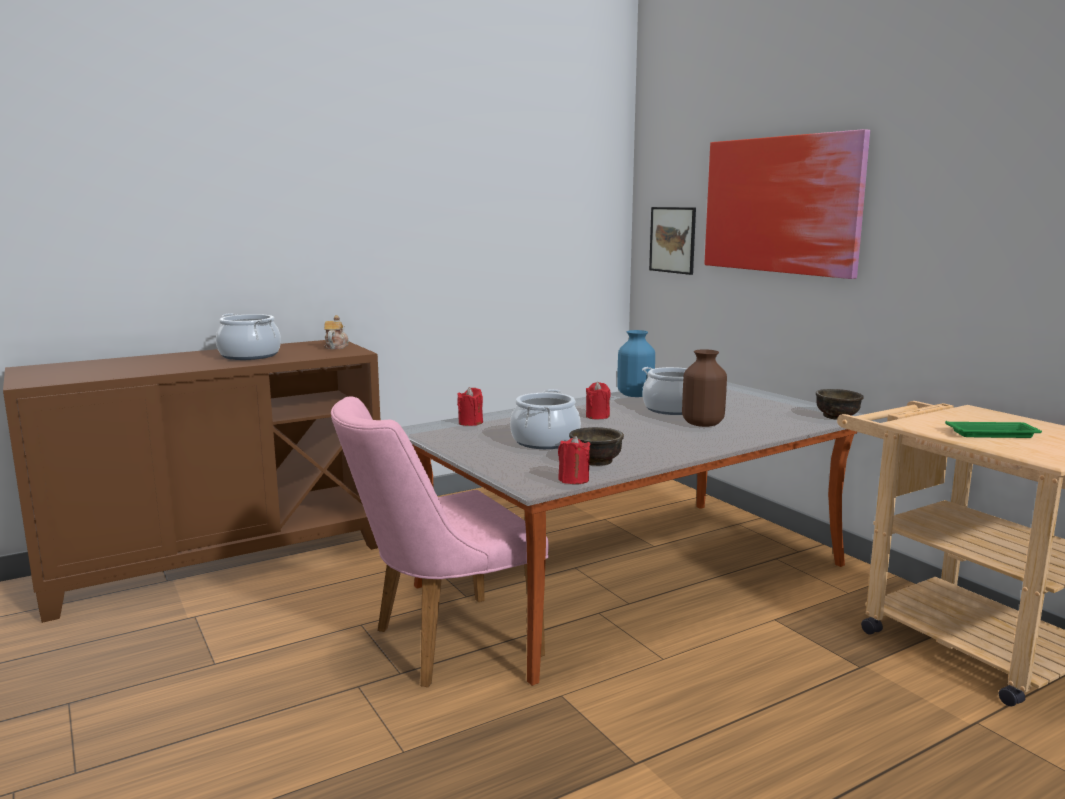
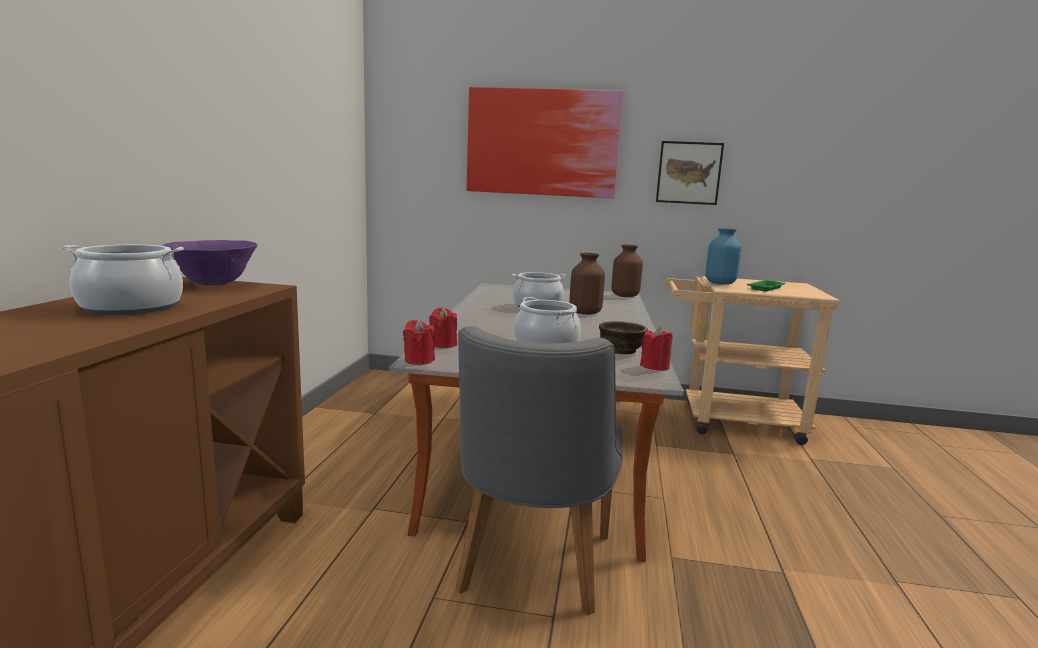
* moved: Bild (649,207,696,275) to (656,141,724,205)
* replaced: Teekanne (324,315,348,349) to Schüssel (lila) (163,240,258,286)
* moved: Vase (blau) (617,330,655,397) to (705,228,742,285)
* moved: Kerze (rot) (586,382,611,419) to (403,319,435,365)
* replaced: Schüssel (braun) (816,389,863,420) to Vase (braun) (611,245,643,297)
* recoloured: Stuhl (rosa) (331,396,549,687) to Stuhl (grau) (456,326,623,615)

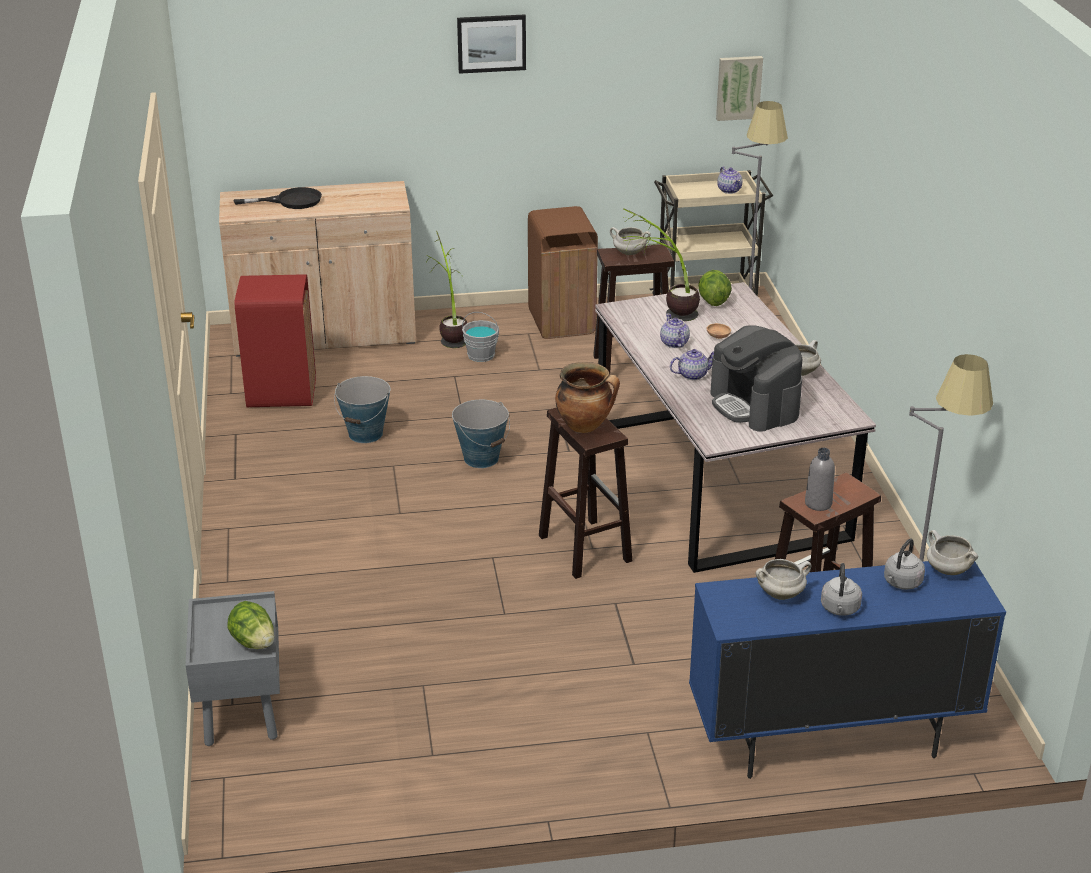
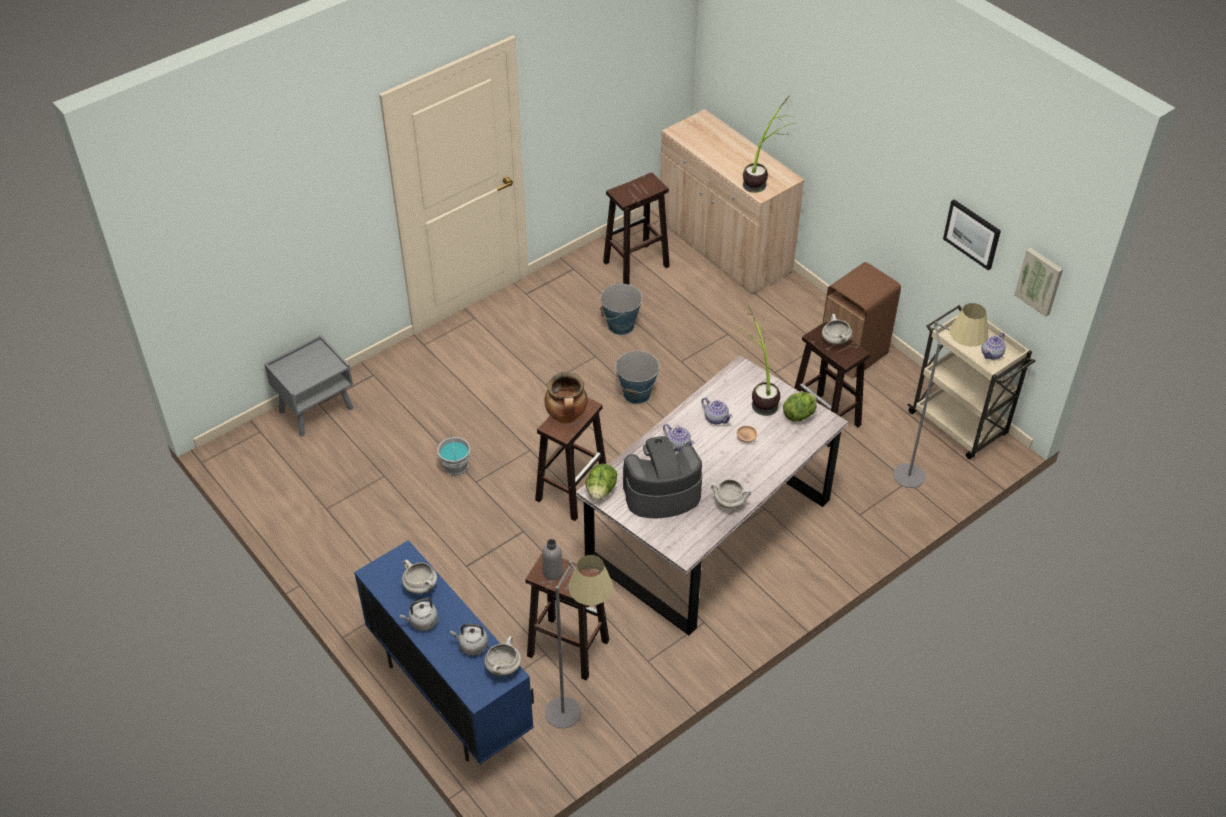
* moved: Bild (457,14,526,74) to (943,200,1001,270)
* removed: Pfanne (schwarz) (234,187,322,209)
* moved: Topfpflanze (427,231,467,348) to (743,96,797,193)
* replaced: Mülleimer (rot) (235,274,316,407) to Hocker (braun) (603,172,670,285)
* moved: Eimer (grau) (462,312,499,362) to (437,432,470,476)
* turned: Teekanne (660,313,690,348) = (701,398,733,425) 90 degrees clockwise
* turned: Kaffeemaschine (710,325,803,432) = (623,436,702,518) 45 degrees clockwise
* moved: Salatkopf (227,601,274,649) to (585,464,618,501)

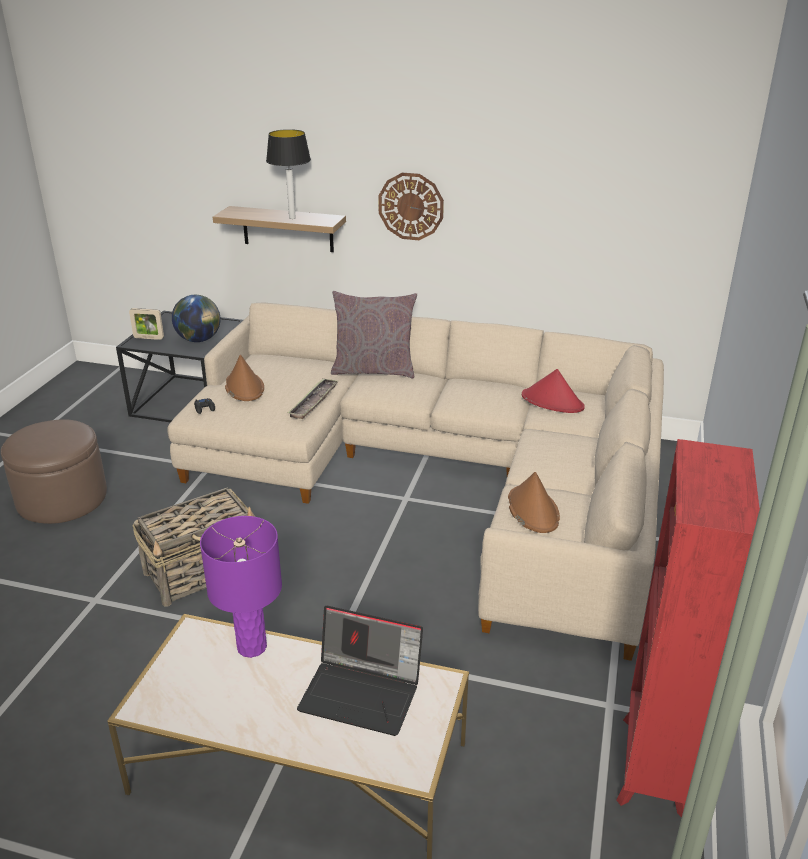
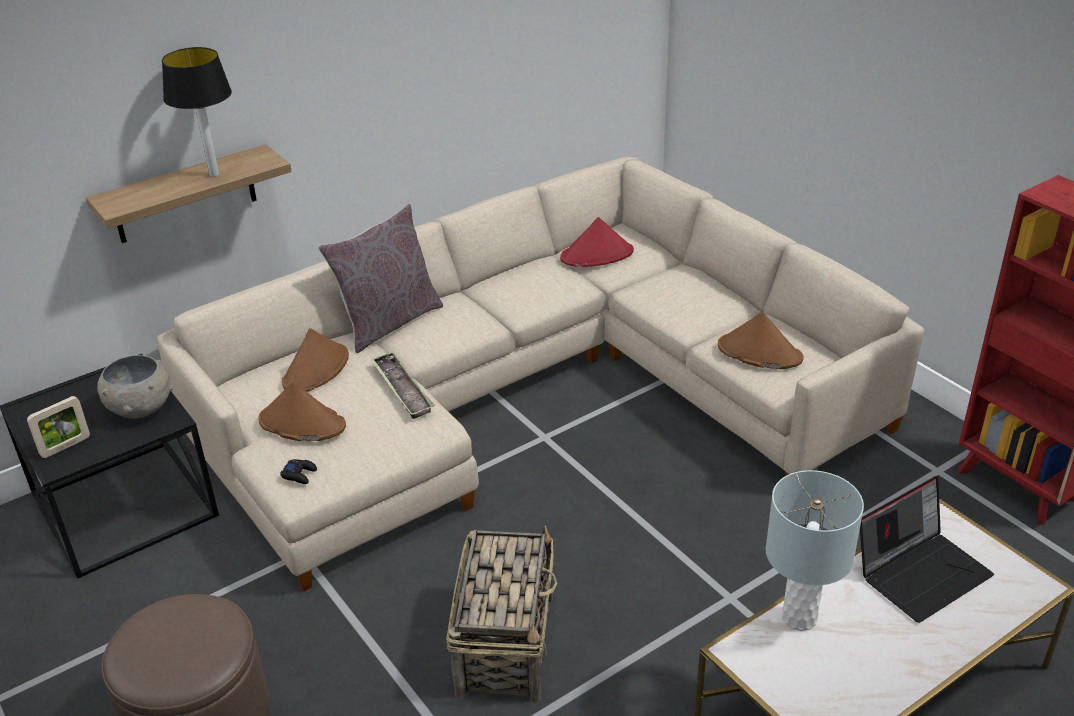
* removed: Wanduhr (378,173,444,240)
* replaced: Globus (172,295,220,342) to Schüssel (grau) (97,355,174,418)
* recoloured: Tischlampe (lila) (200,516,282,658) to Tischlampe (grau) (766,470,864,631)
* added: Hut (braun) (282,328,349,392)

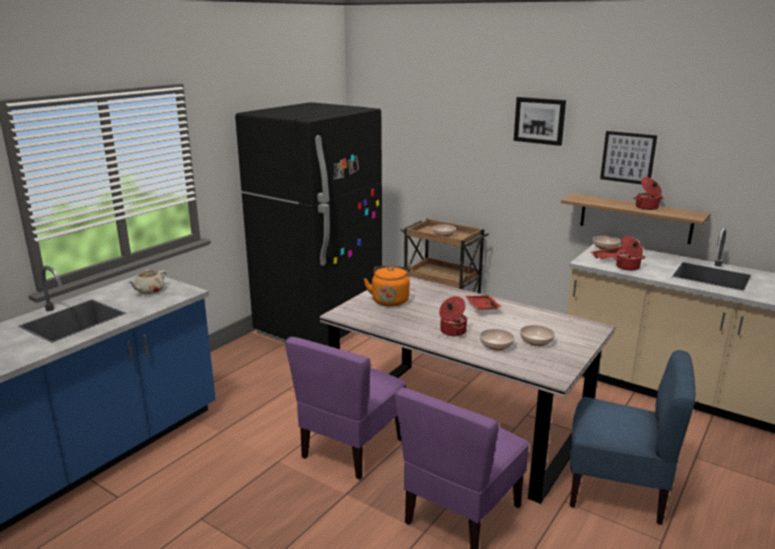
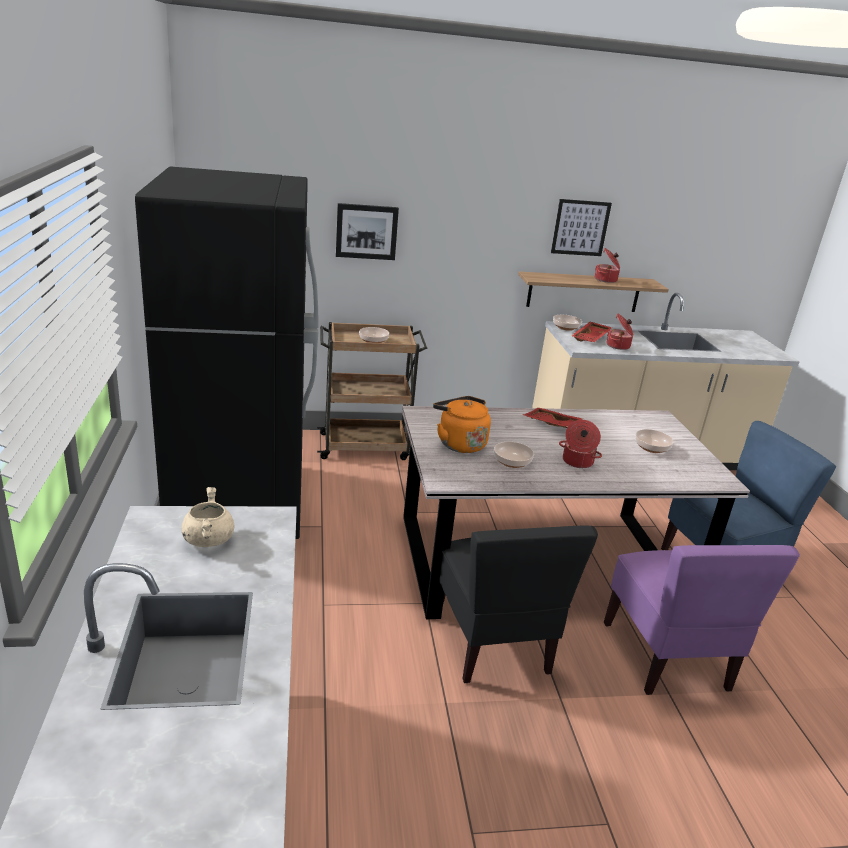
* moved: Bild (514,97,566,146) to (336,203,399,260)
* replaced: Teekanne (beige) (129,269,166,294) to Kochtopf (beige) (181,487,234,547)
* moved: Schüssel (480,329,515,350) to (494,442,534,468)
* recoloured: Stuhl (lila) (285,337,406,480) to Stuhl (schwarz) (439,526,598,683)

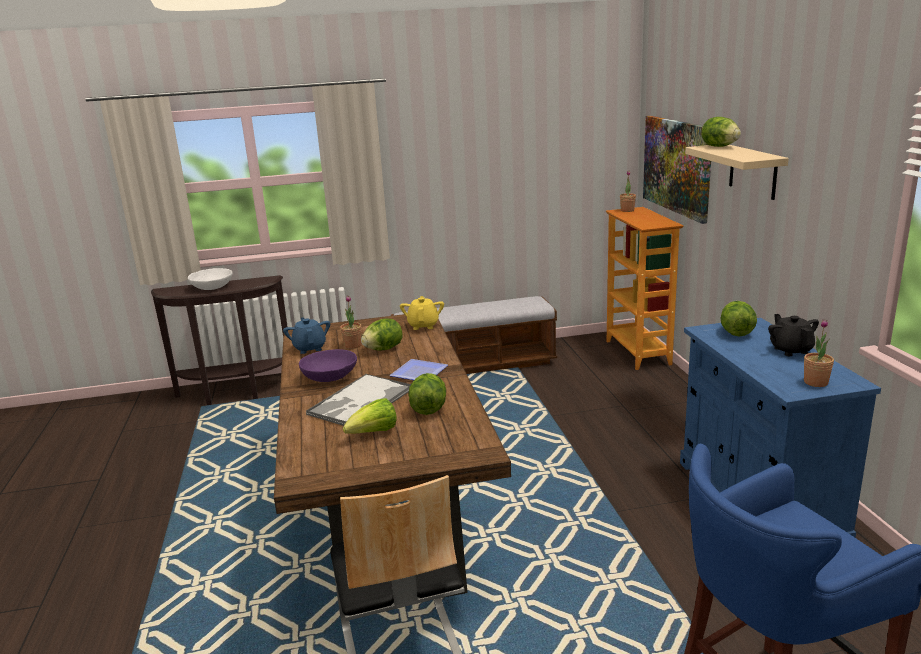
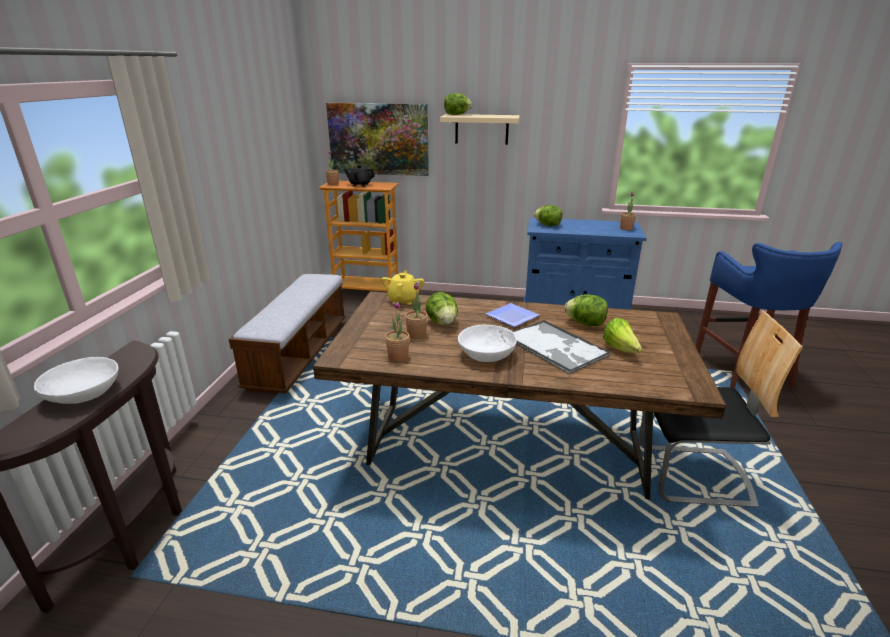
* turned: Teekanne (gelb) (400,296,444,330) = (381,271,424,305) 75 degrees clockwise
* moved: Teekanne (schwarz) (768,314,819,356) to (344,165,375,187)
* replaced: Teekanne (blau) (283,317,330,354) to Topfpflanze (385,302,410,361)
* recoloured: Schüssel (lila) (299,349,357,382) to Schüssel (weiß) (458,325,517,362)

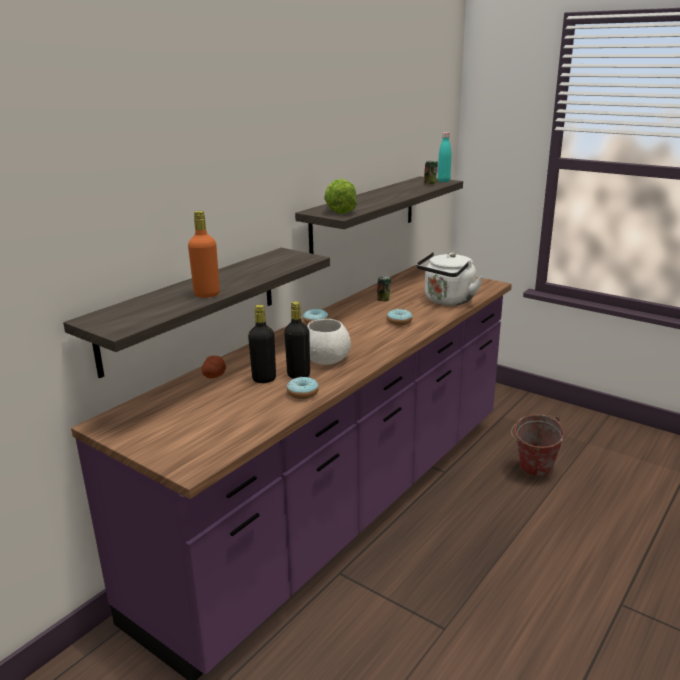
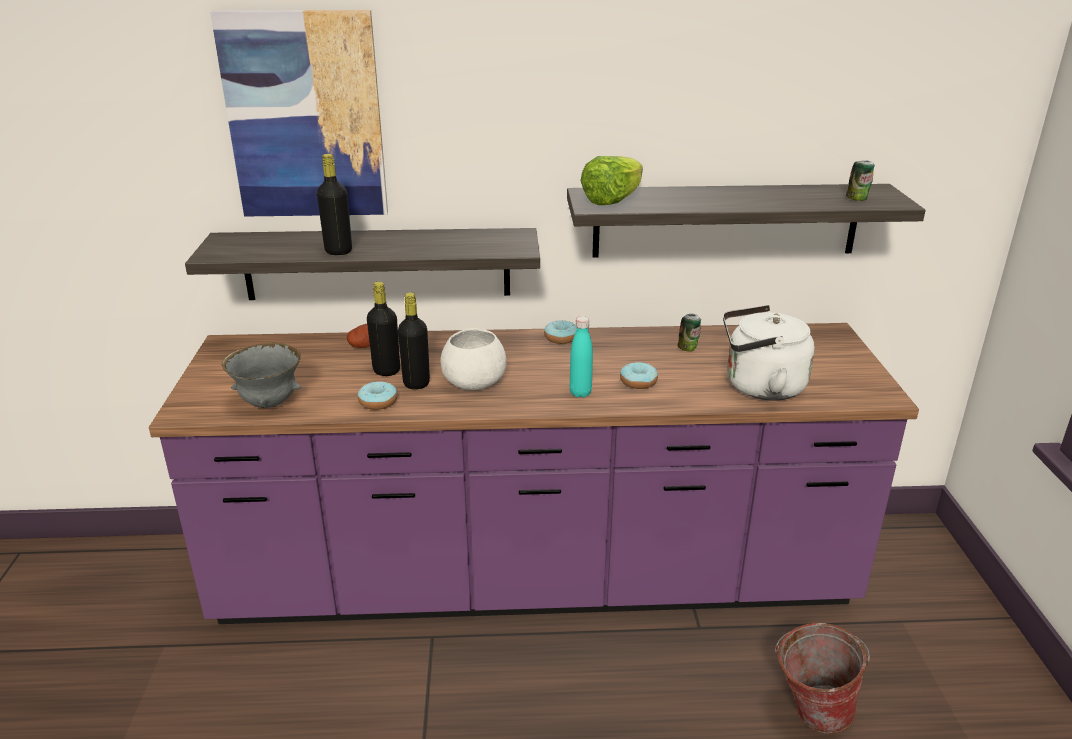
* moved: Flasche (türkis) (438,132,451,182) to (570,316,593,398)
* recoloured: Flasche (orange) (188,211,220,298) to Flasche (schwarz) (317,154,352,255)
* added: Bild (210,10,388,217)
* added: Schüssel (grau) (222,343,301,408)

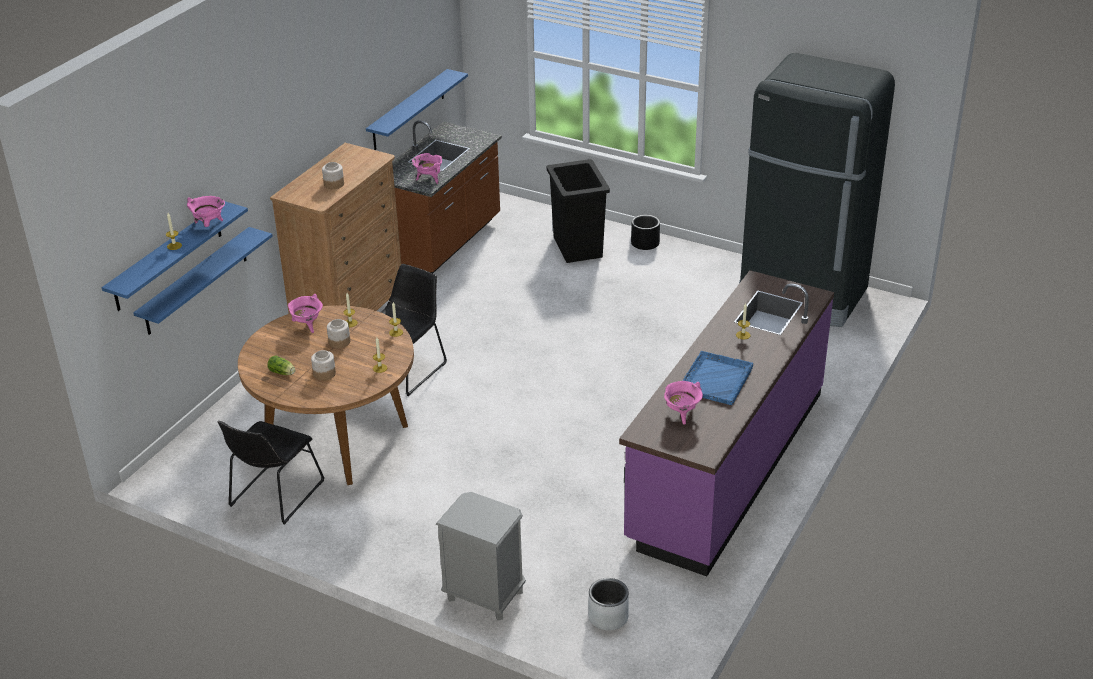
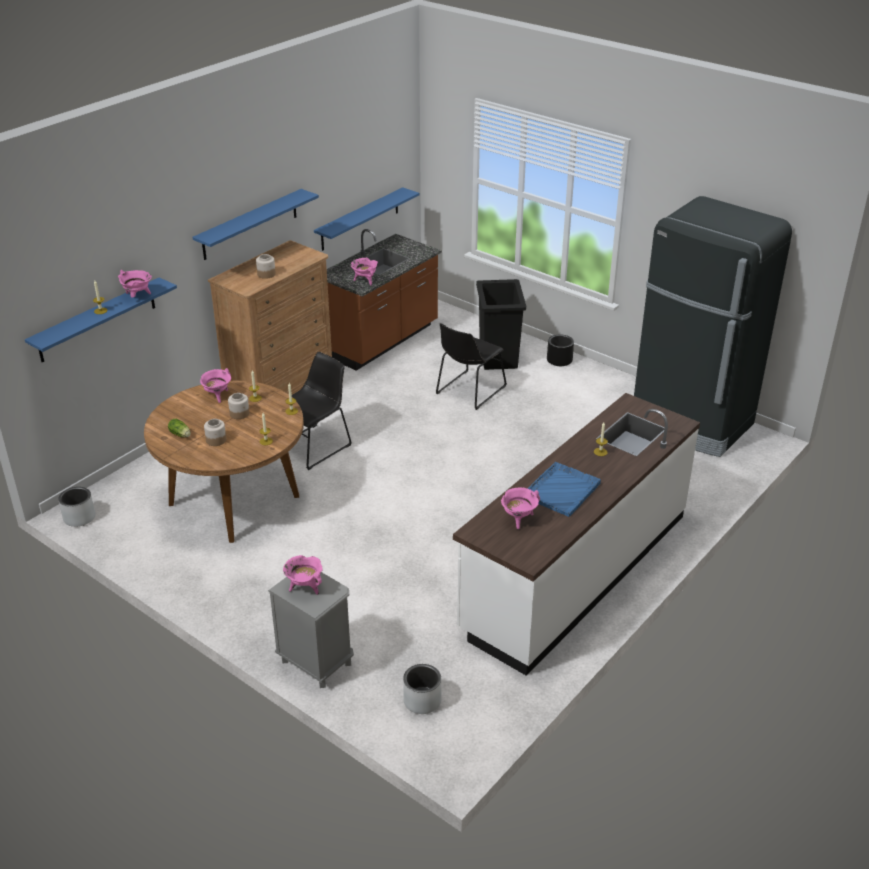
* moved: Wandregal (blau) (133,227,273,335) to (192,189,319,260)
* recoloured: Küchenzeile (lila) (619,270,834,576) to Küchenzeile (weiß) (453,393,700,676)
* moved: Stuhl (schwarz) (217,421,324,525) to (436,323,507,410)
* added: Pflanzkübel (grau) (58,487,95,527)
* added: Kochtopf (rosa) (283,555,323,595)

